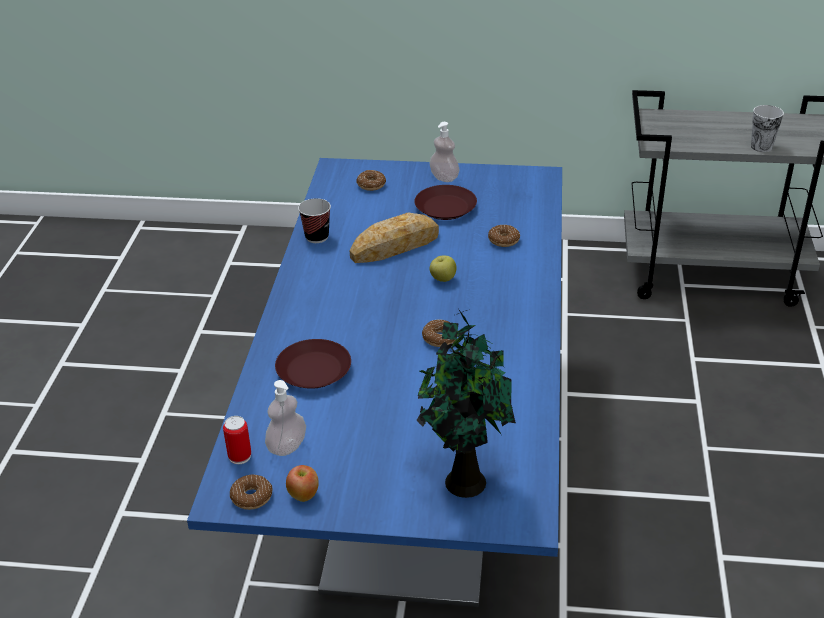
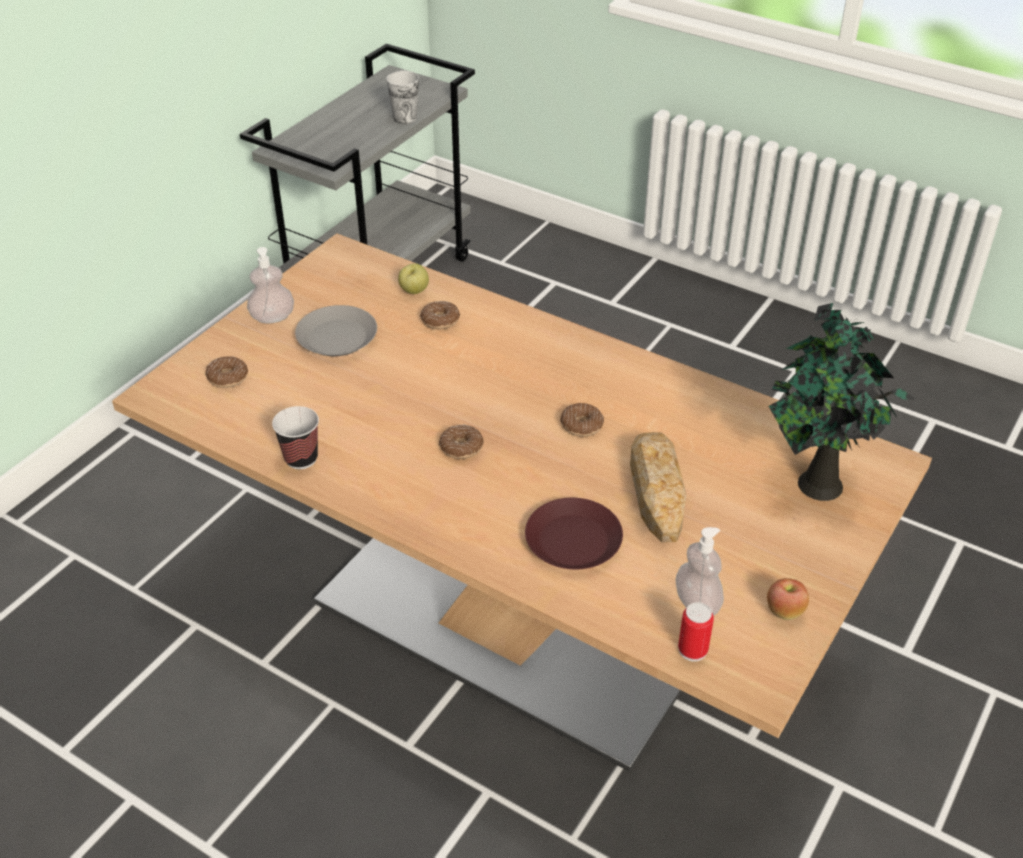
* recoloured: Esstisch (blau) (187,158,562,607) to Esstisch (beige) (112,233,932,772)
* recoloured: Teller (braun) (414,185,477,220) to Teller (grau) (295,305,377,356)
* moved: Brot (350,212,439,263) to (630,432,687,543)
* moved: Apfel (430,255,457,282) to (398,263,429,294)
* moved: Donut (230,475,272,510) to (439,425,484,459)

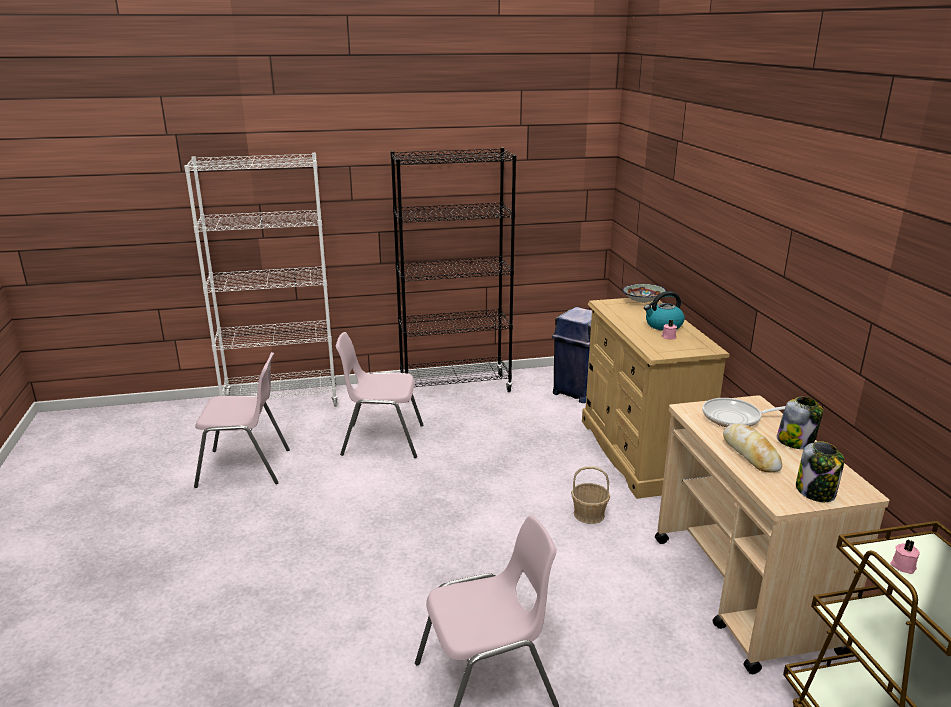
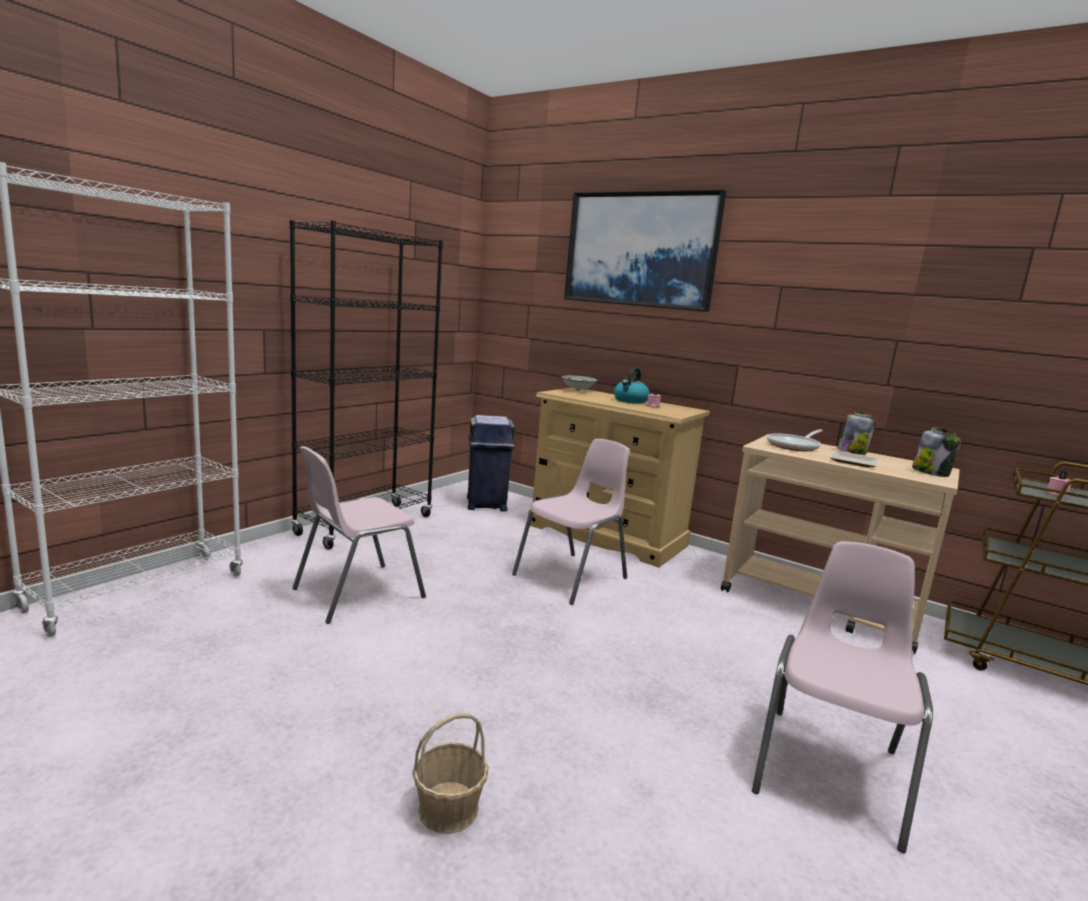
* moved: Stuhl (rosa) (194,352,290,488) to (512,439,630,605)
* replaced: Brot (723,424,782,473) to Teller (830,451,878,467)
* moved: Korb (571,466,610,524) to (412,713,489,834)
* added: Bild (564,189,726,312)

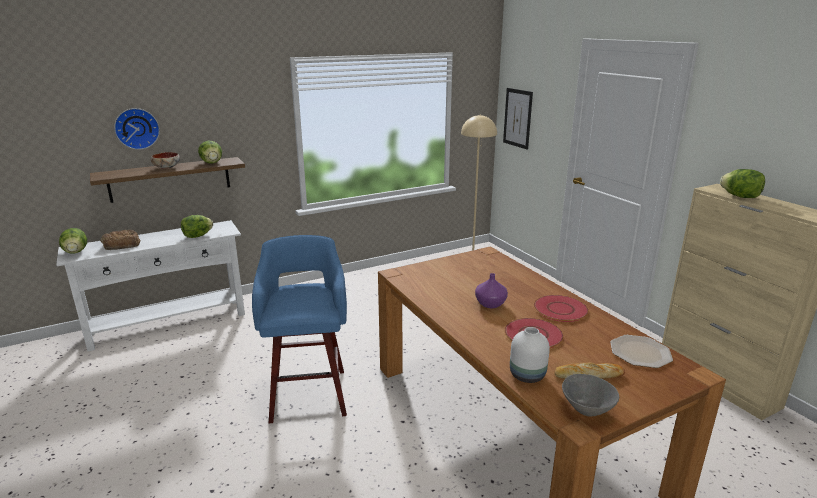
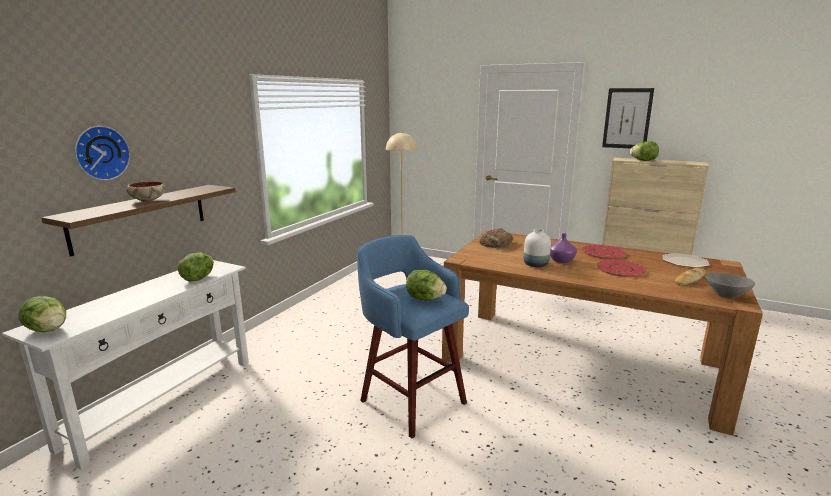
* moved: Bild (503,88,533,150) to (602,88,654,148)
* moved: Salatkopf (198,141,222,164) to (406,270,447,301)
* moved: Brot (100,230,141,250) to (479,228,513,248)
* moved: Vase (weiß) (510,327,550,383) to (524,229,551,267)

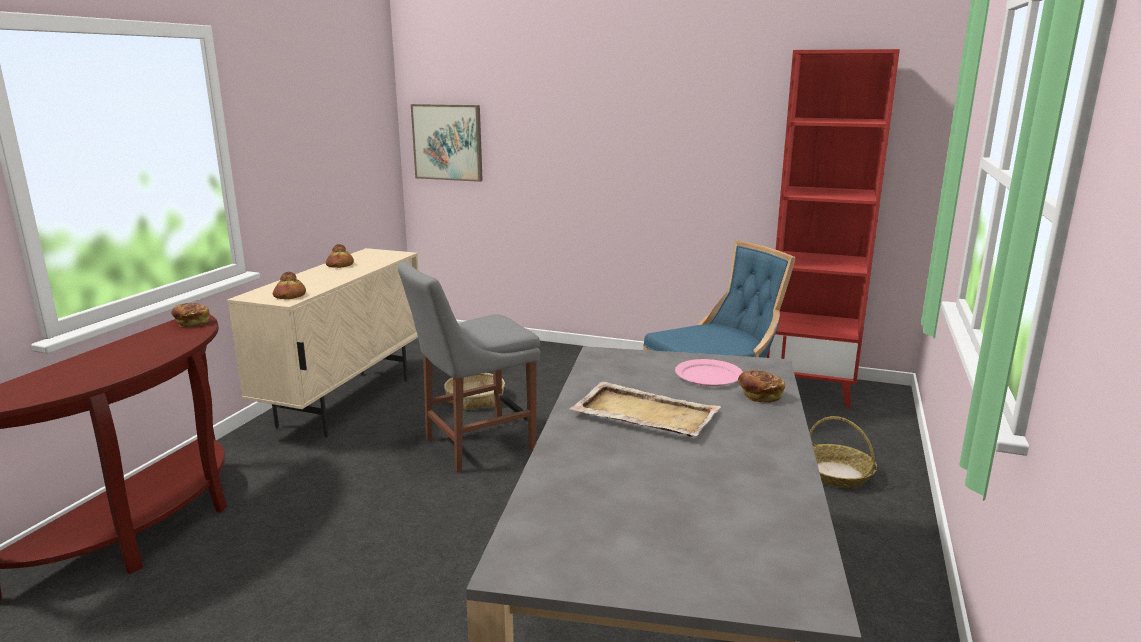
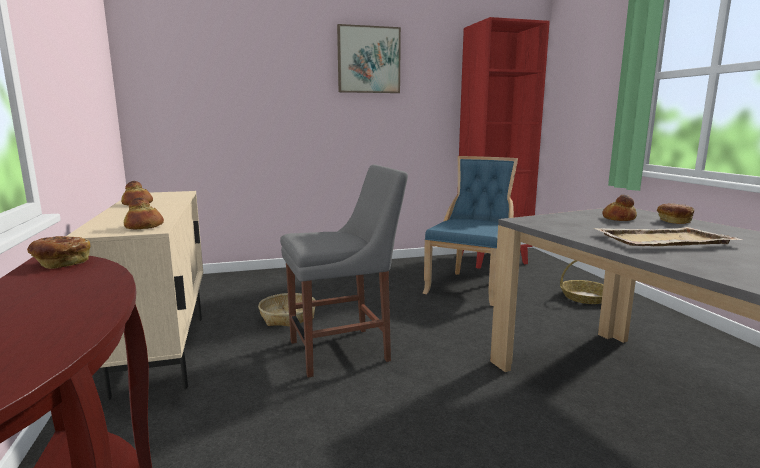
* moved: Bild (411,104,483,182) to (337,24,401,93)
* turned: Stuhl (grau) (398,262,540,473) = (280,165,408,378) 135 degrees counterclockwise
* replaced: Teller (rosa) (675,359,743,386) to Brot (602,195,637,221)

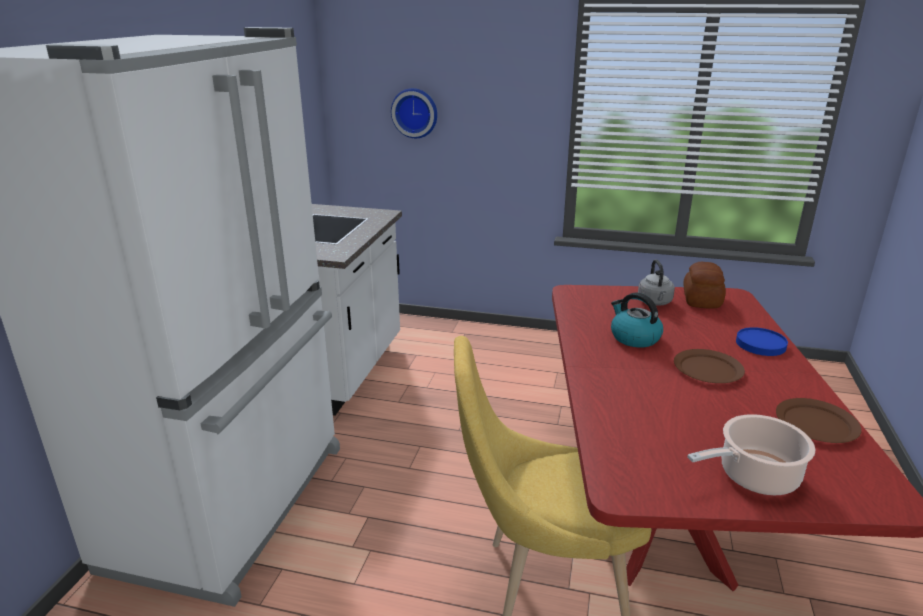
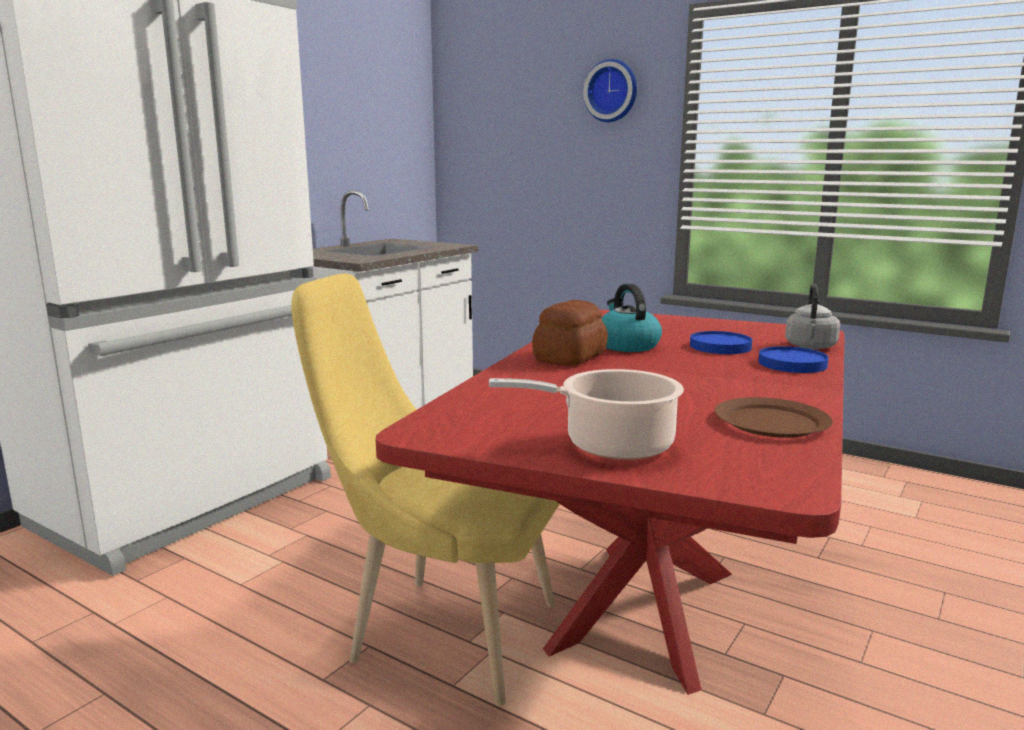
* moved: Wanduhr (391,88,437,138) to (583,59,637,122)
* moved: Wasserkessel (grau) (638,260,675,306) to (785,284,840,349)
* moved: Brot (683,262,726,309) to (532,300,608,366)
* removed: Teller (braun) (674,349,745,383)
* added: Teller (blau) (690,331,752,354)

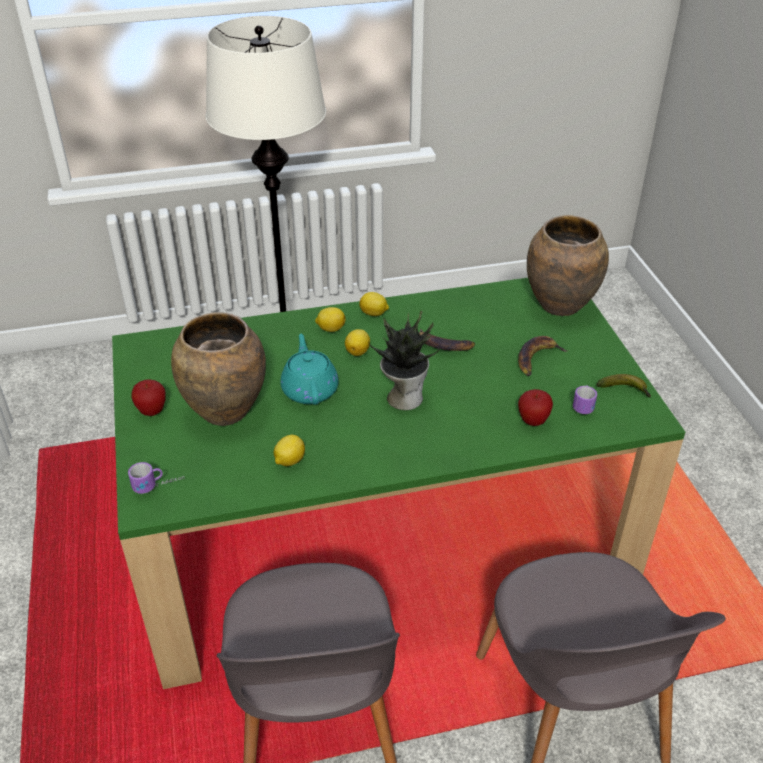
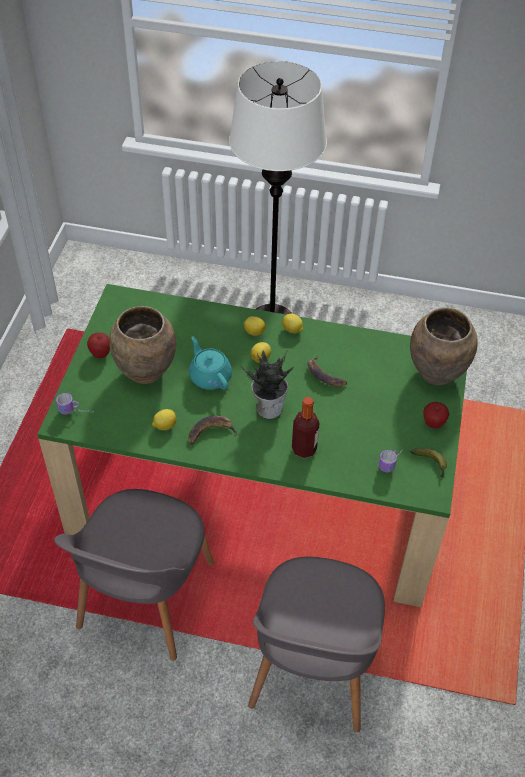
* turned: Teekanne (türkis) (280,334,339,405) = (189,336,232,390) 45 degrees counterclockwise
* moved: Banane (518,336,568,376) to (188,415,238,445)
* moved: Apfel (518,389,553,426) to (423,402,449,429)
* added: Flasche (292,397,320,458)

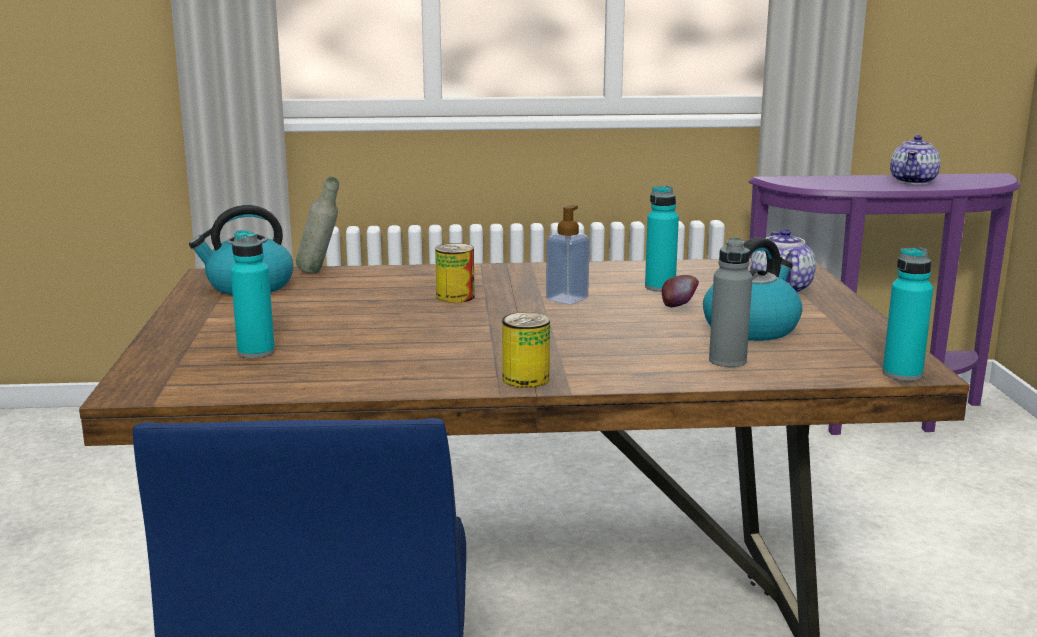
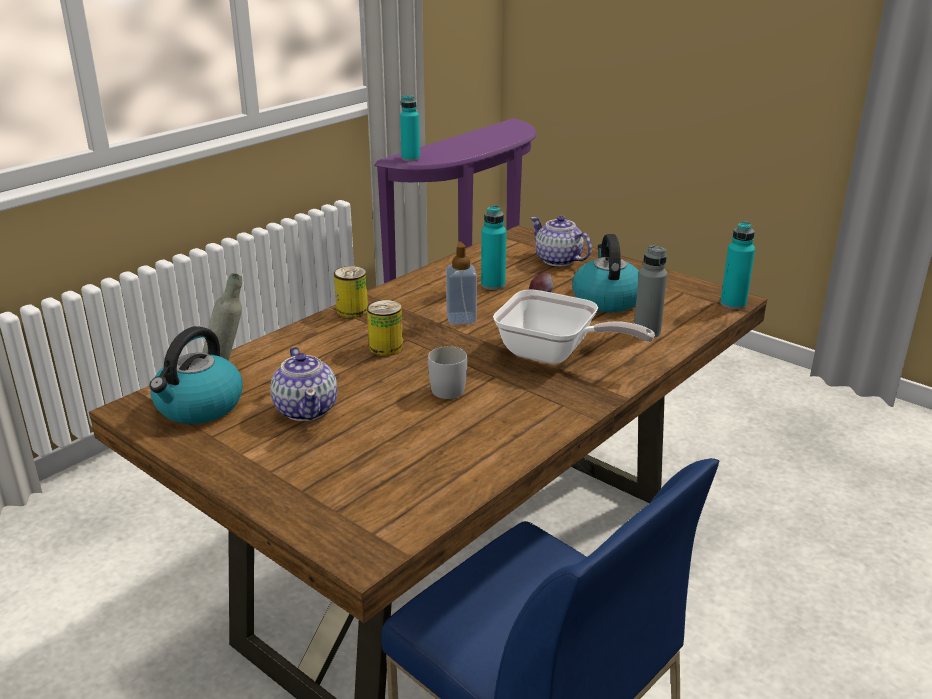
* moved: Teekanne (890,135,941,184) to (270,347,337,421)
* moved: Flasche (türkis) (231,230,275,358) to (400,95,420,161)
* moved: Dose (502,312,550,388) to (334,266,368,318)
* added: Pfanne (493,289,655,364)
* added: Henkelbecher (weiß) (428,346,467,399)

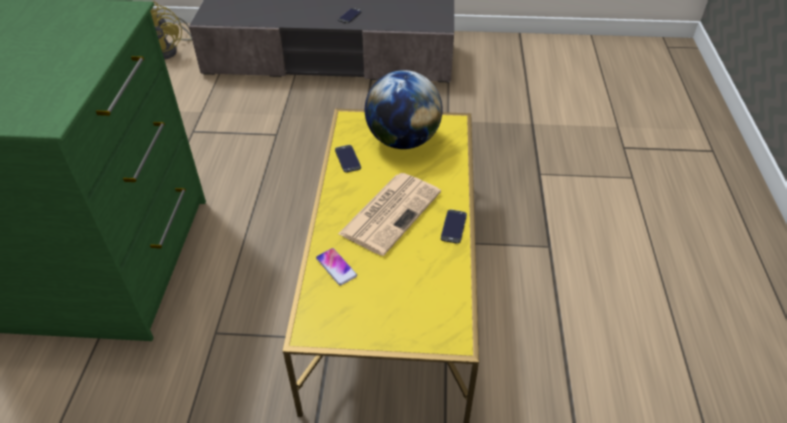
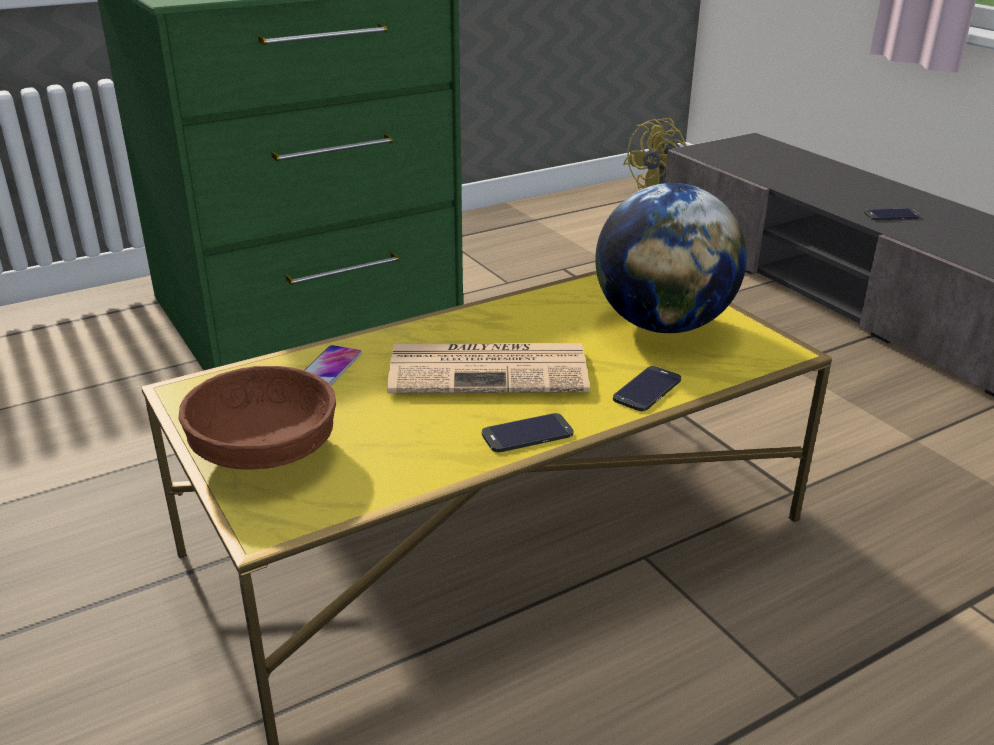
* moved: Handy (335,145,361,173) to (613,366,681,411)
* added: Schüssel (braun) (178,366,336,470)

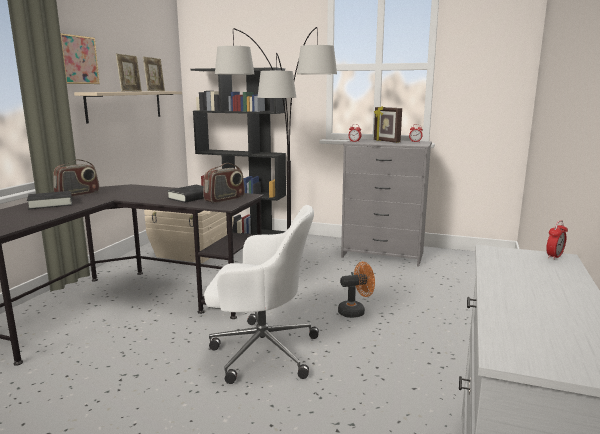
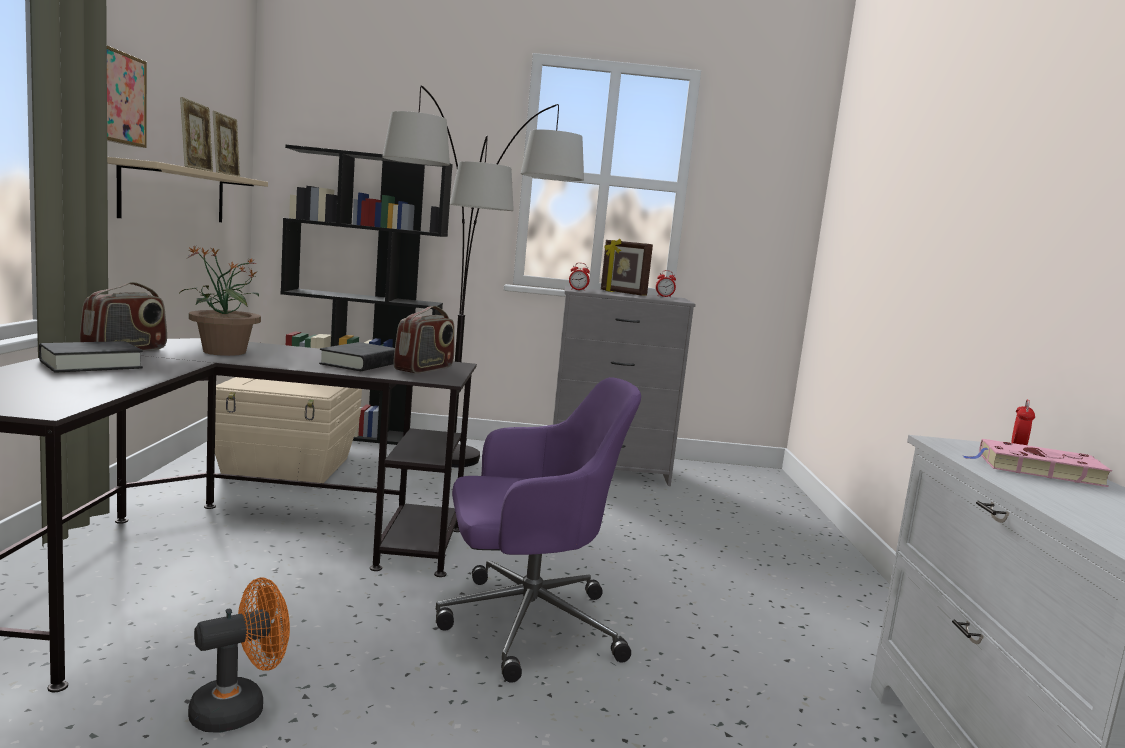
* recoloured: Bürostuhl (weiß) (204,205,319,384) to Bürostuhl (lila) (436,377,641,683)
* moved: Ventilator (orange) (338,262,375,318) to (188,578,290,733)
* added: Topfpflanze (179,246,261,356)
* added: Buch (rosa) (964,439,1112,487)

